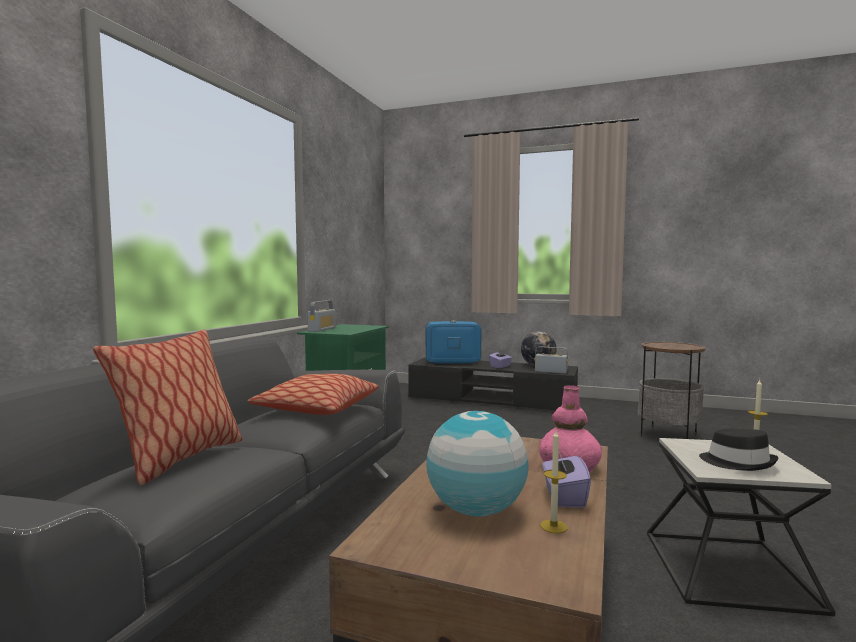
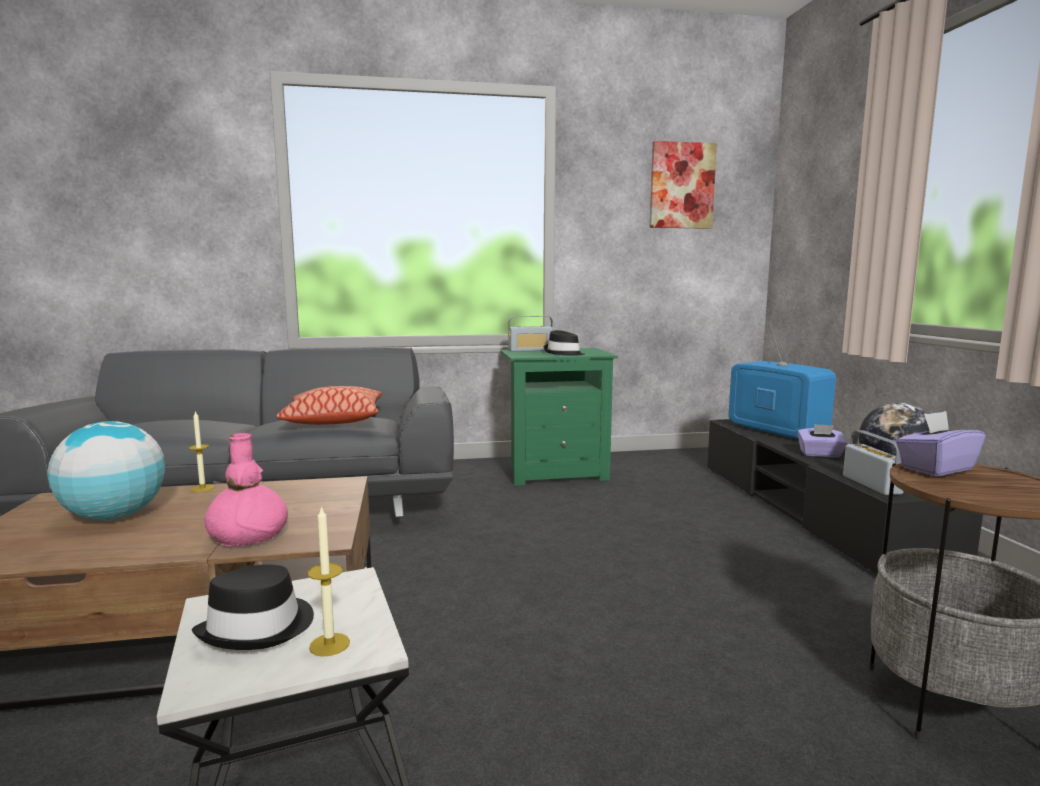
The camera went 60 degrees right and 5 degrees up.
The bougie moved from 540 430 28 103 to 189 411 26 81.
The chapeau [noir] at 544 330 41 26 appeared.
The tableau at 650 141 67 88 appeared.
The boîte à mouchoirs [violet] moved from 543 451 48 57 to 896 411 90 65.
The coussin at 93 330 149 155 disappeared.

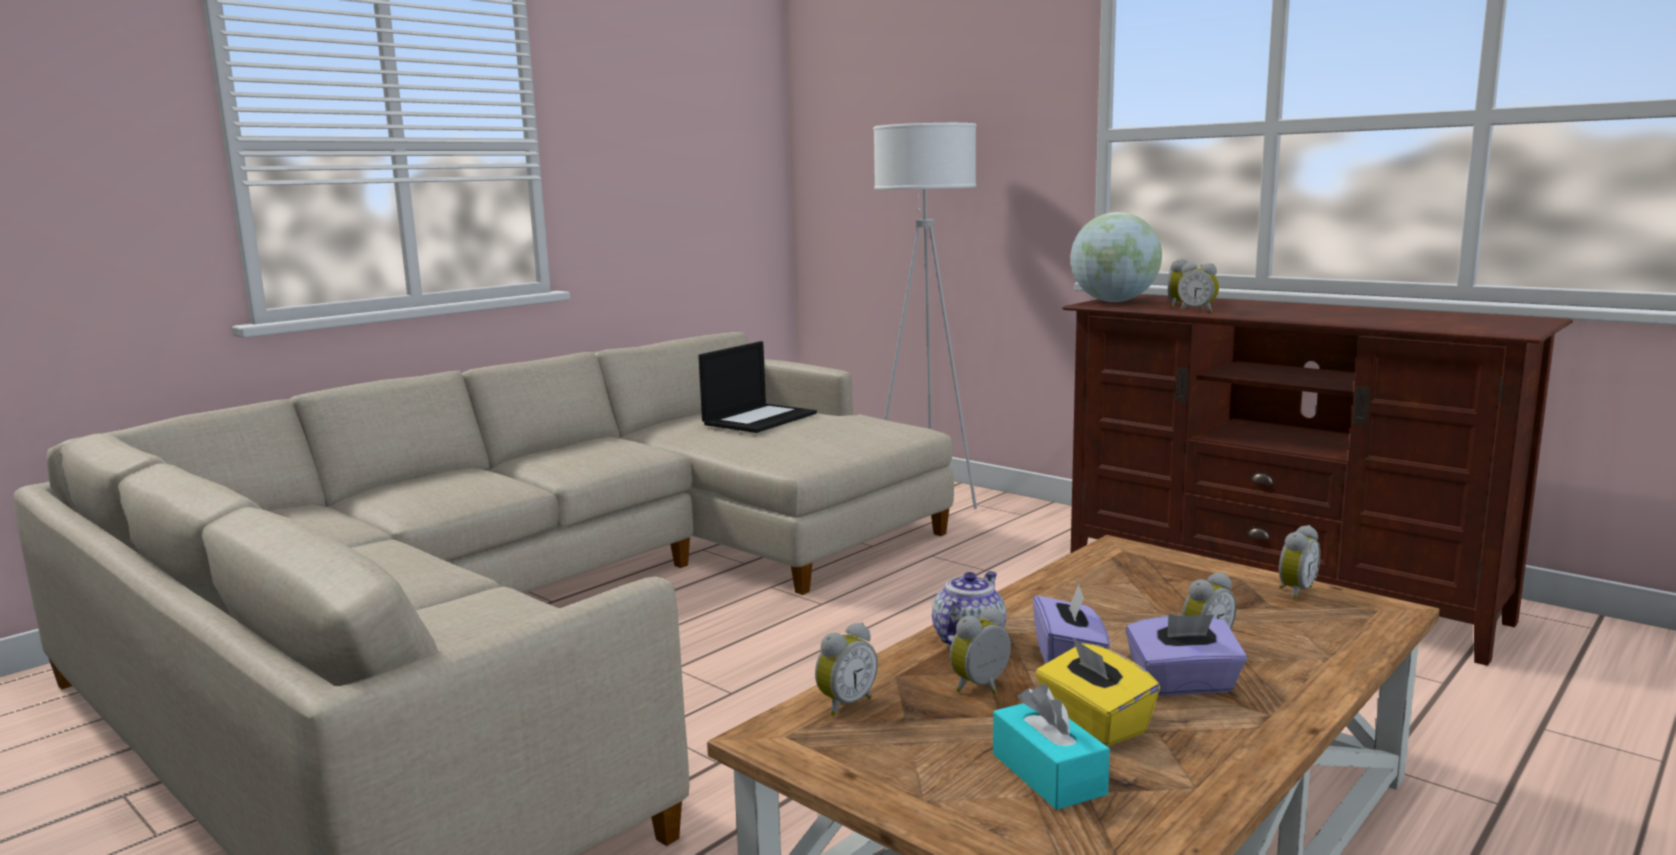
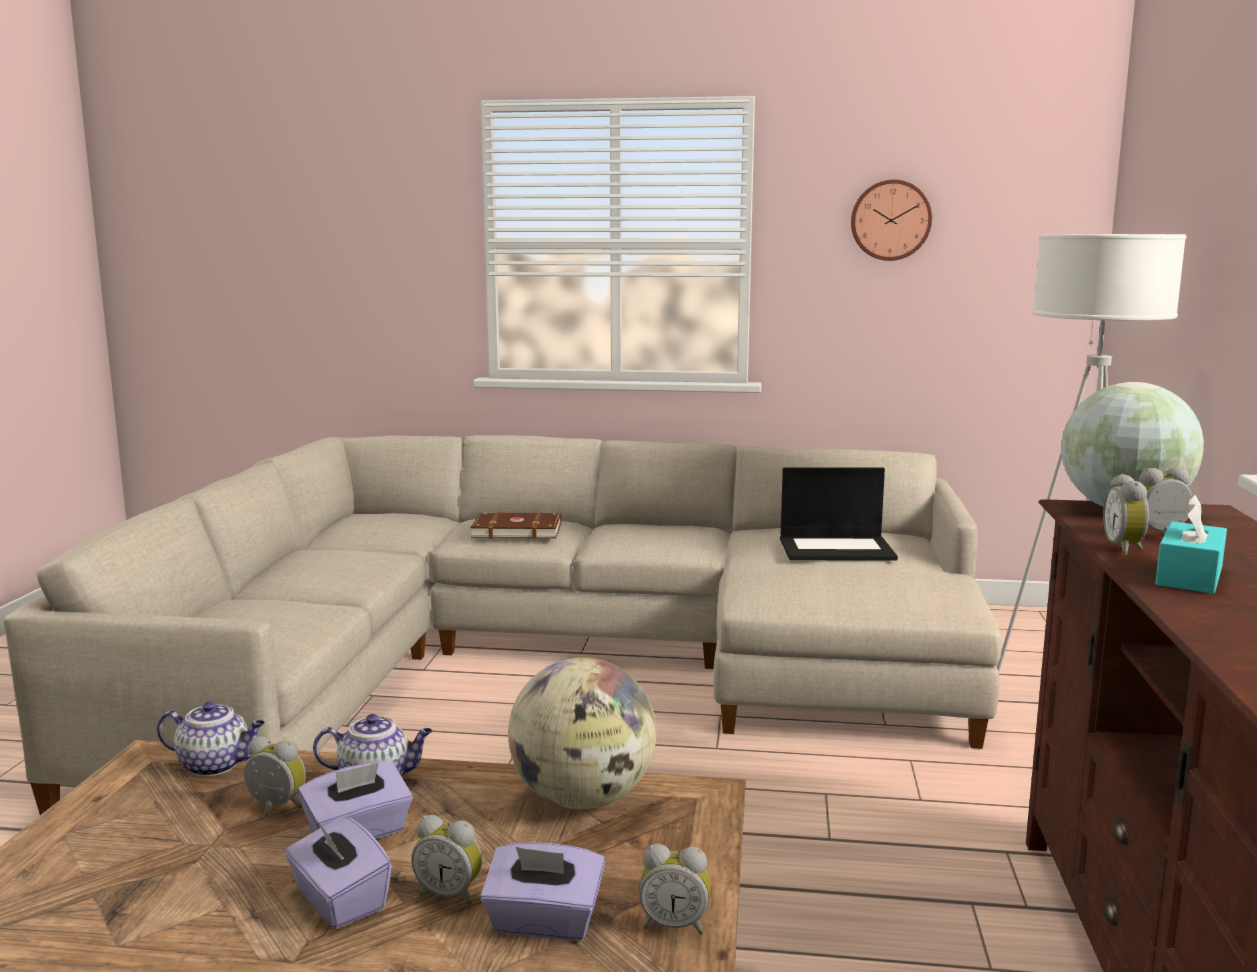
The camera went 55 degrees right and 0 degrees up.
The réveil at 815 622 63 94 was replaced by the théière at 157 701 108 75.
The livre [marron] at 471 512 90 27 appeared.
The boîte à mouchoirs [violet] at 480 843 125 98 appeared.
The globe at 508 657 148 152 appeared.
The horloge murale at 851 180 81 81 appeared.
The boîte à mouchoirs [turquoise] moved from 993 684 117 126 to 1155 494 72 100.
The boîte à mouchoirs [jaune] at 1036 638 124 108 disappeared.

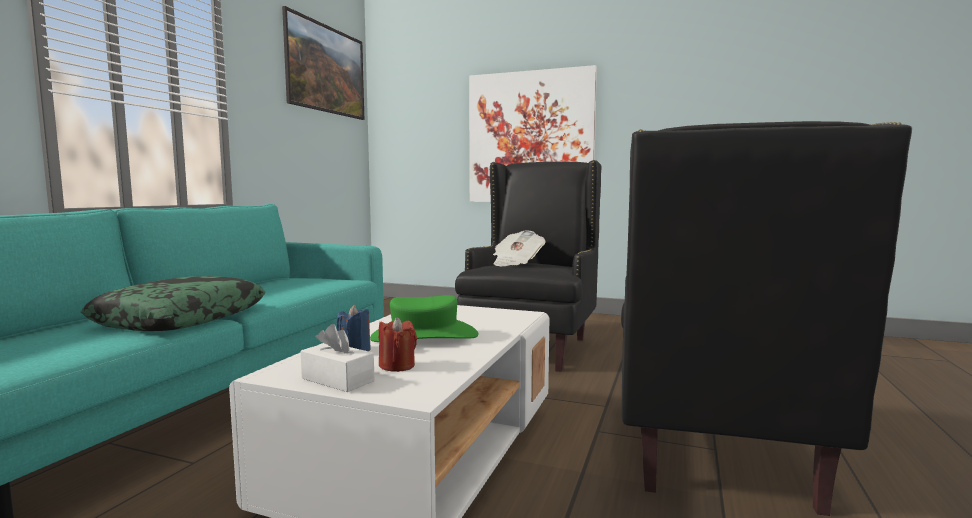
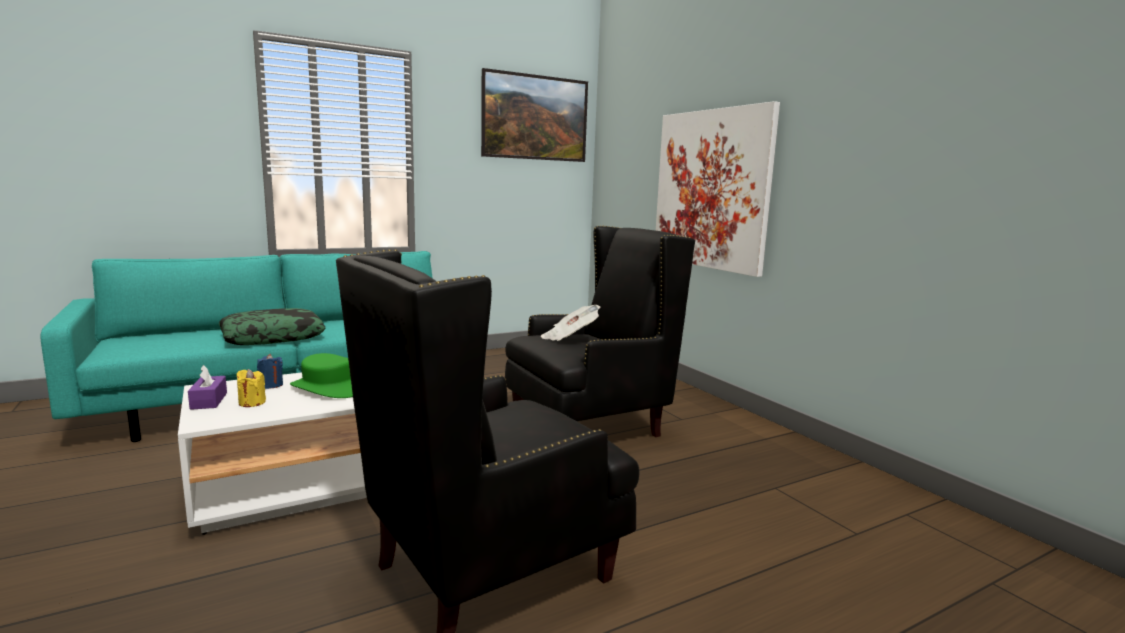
The camera went 40 degrees right and 5 degrees up.
The boîte à mouchoirs [blanc] at 301 324 74 68 became the boîte à mouchoirs [violet] at 188 365 39 45.
The bougie [rouge] at 379 317 38 55 became the bougie [jaune] at 237 369 29 38.

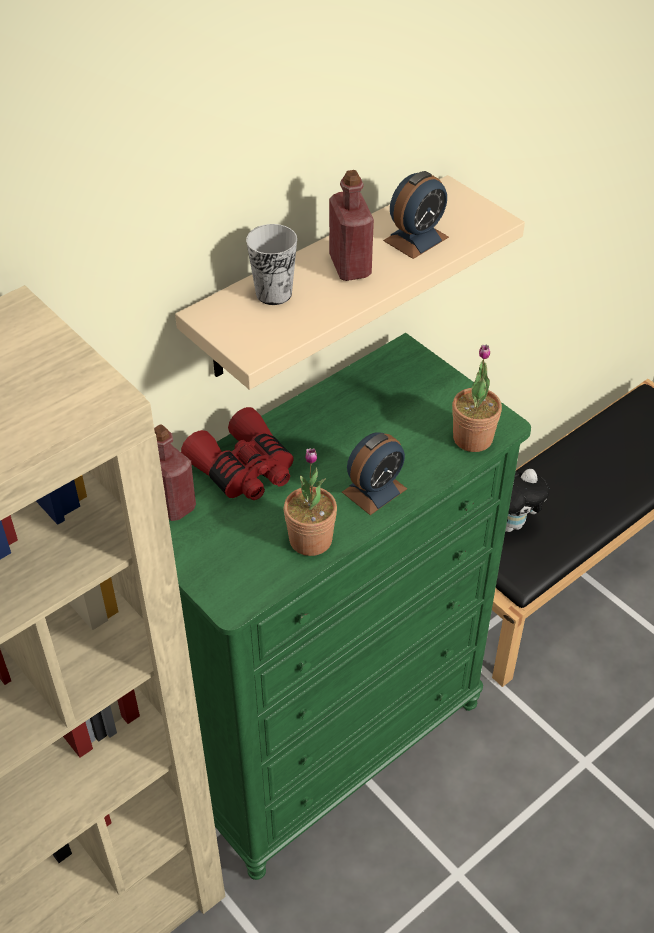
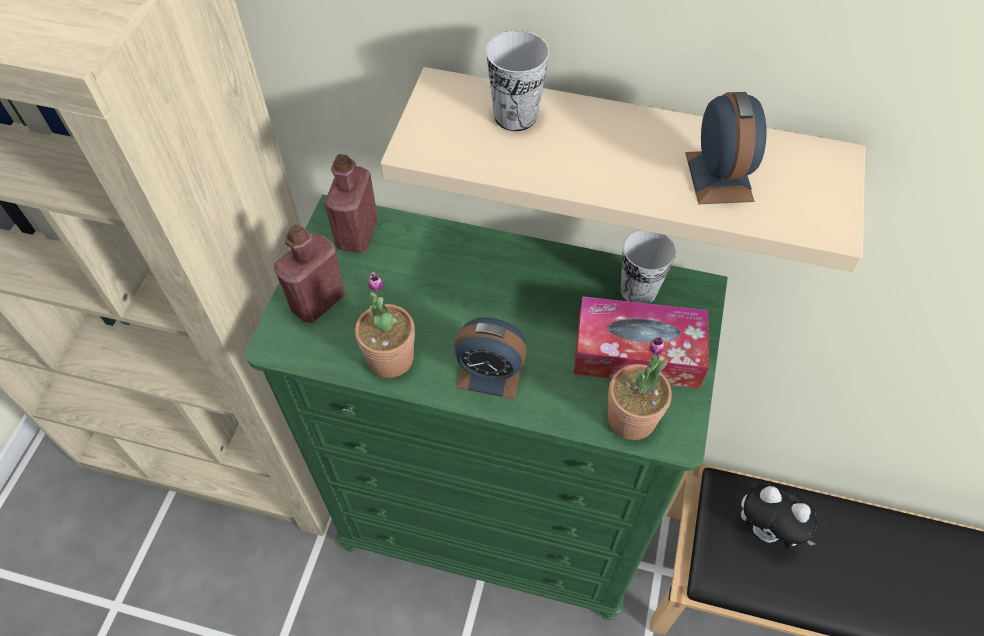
The camera went 55 degrees right and 10 degrees up.
The bouteille [rouge] moved from 329 170 45 111 to 274 224 71 99.
The boîte à mouchoirs at 574 296 135 93 appeared.
The tasse at 621 230 55 74 appeared.
The réveil at 383 171 66 88 turned 105 degrees counterclockwise.
The jumelles [rouge] at 181 407 113 93 disappeared.

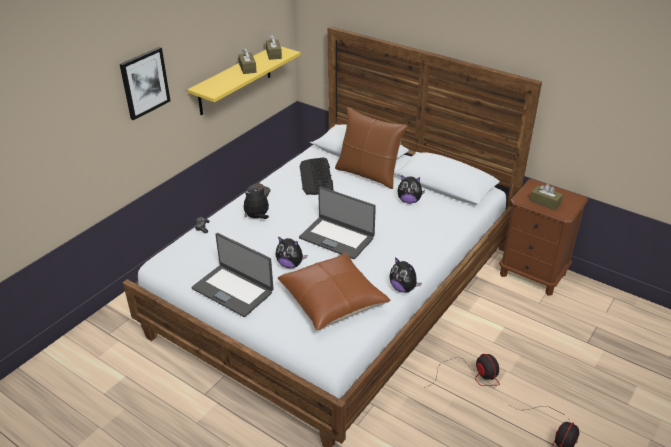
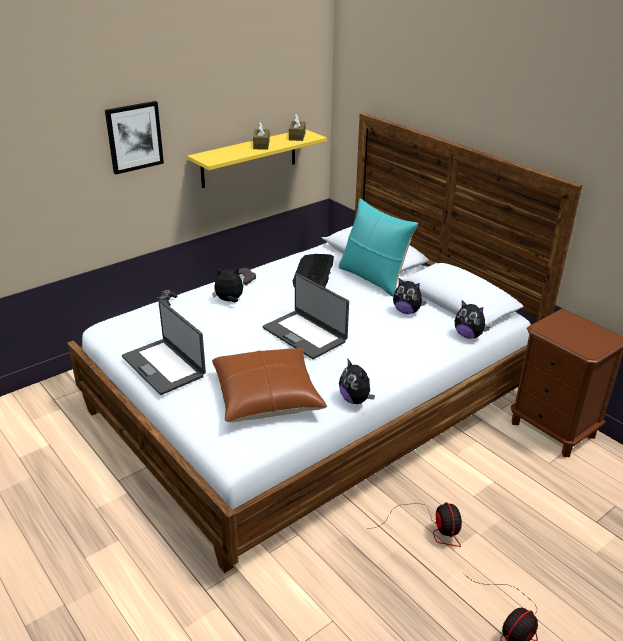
The camera went 15 degrees right and 5 degrees down.
The coussin [marron] at 335 107 72 82 became the coussin [turquoise] at 339 198 79 98.
The peluche moved from 275 237 32 31 to 455 300 35 39.
The boîte à mouchoirs [marron] at 530 184 33 26 disappeared.

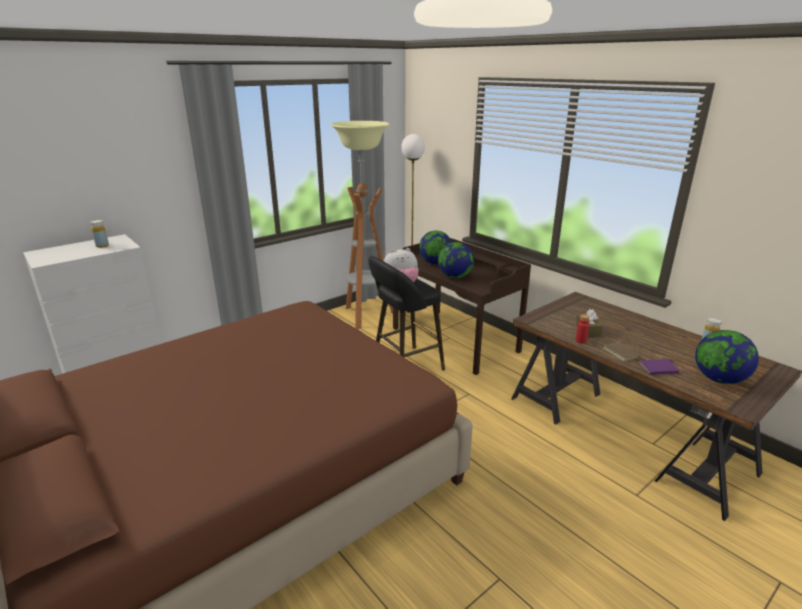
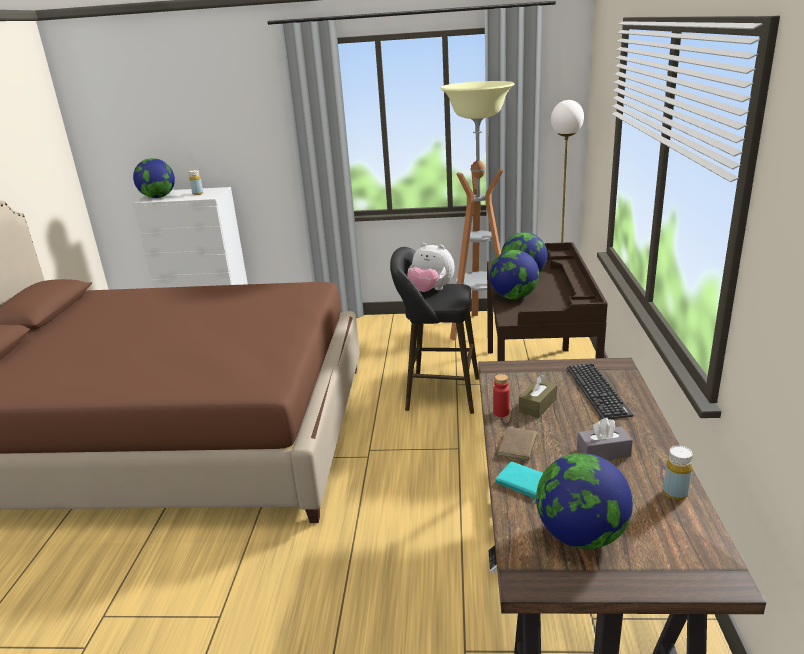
The camera went 45 degrees right and 0 degrees up.
The globe at 133 158 42 40 appeared.
The livre [violet] at 639 359 44 16 became the livre [turquoise] at 495 461 48 42.
The clavier at 567 363 66 56 appeared.
The boîte à mouchoirs [gris] at 577 418 56 42 appeared.

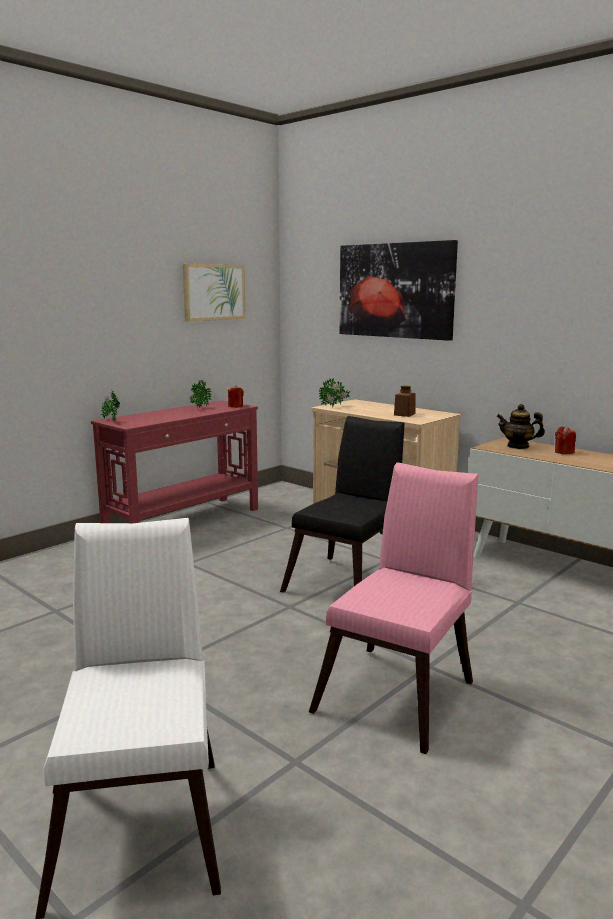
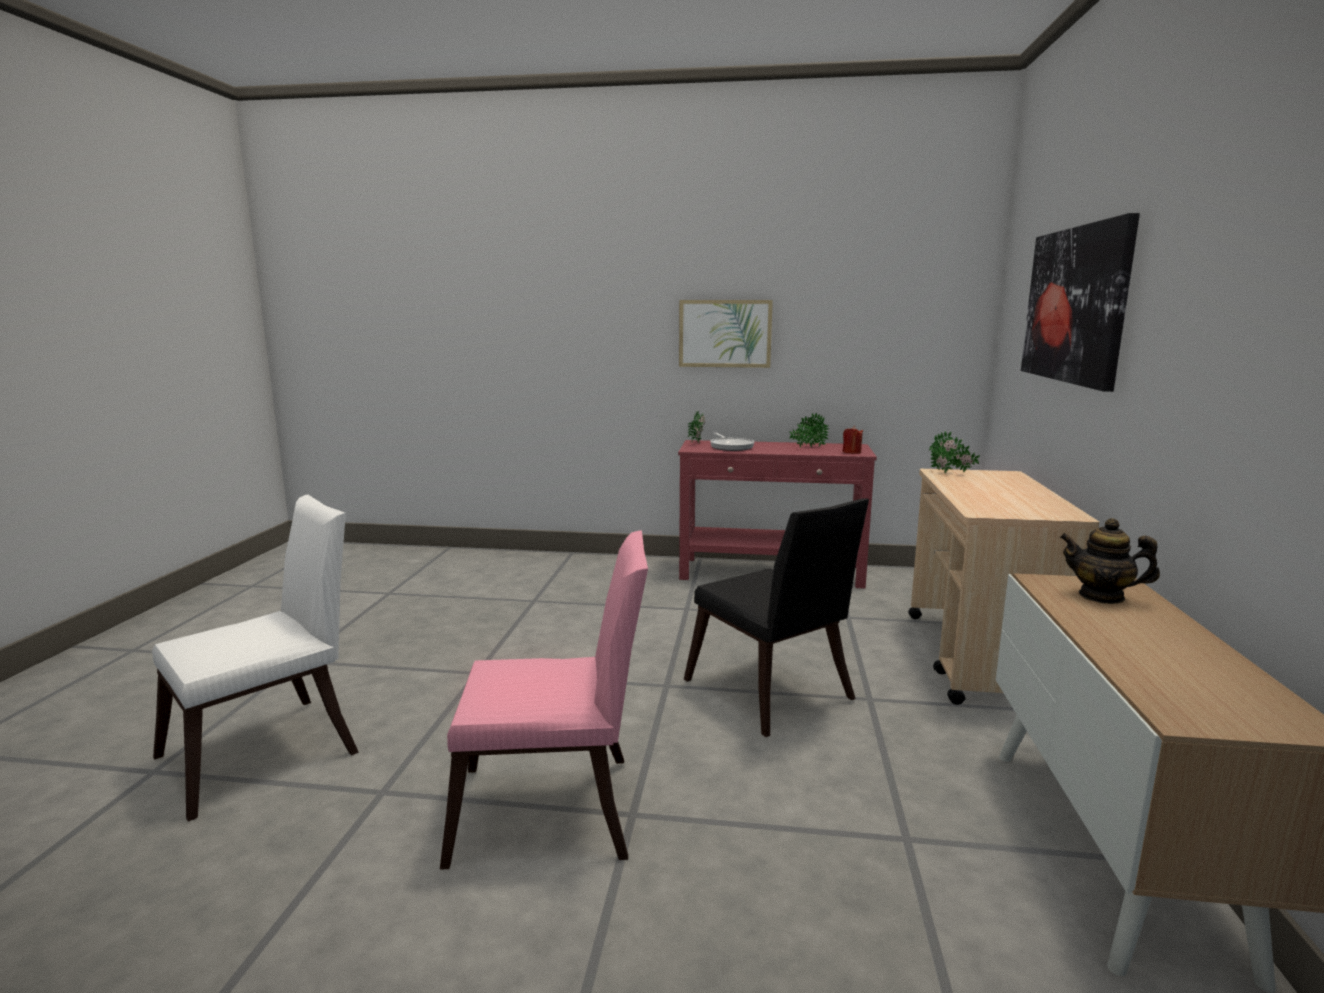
The camera went 55 degrees right and 0 degrees up.
The tableau moved from 183 264 63 57 to 679 300 94 68.
The chaise [noir] at 280 416 125 177 turned 60 degrees clockwise.
The poêle at 710 433 44 18 appeared.
The théière at 496 404 49 45 turned 45 degrees counterclockwise.
The bocal [marron] at 394 386 21 31 disappeared.
The bougie [rouge] at 555 426 21 28 disappeared.

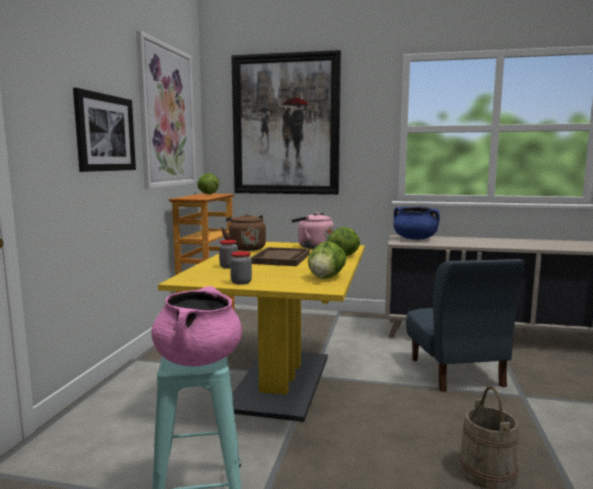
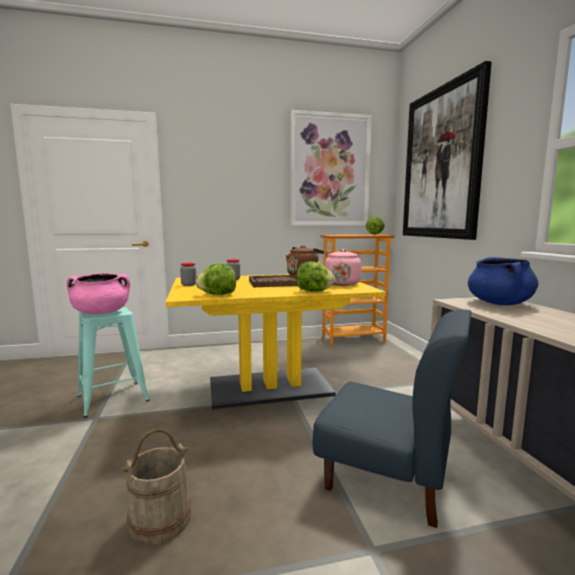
The camera went 65 degrees right and 0 degrees up.
The chaise [bleu] at 406 259 118 133 turned 120 degrees counterclockwise.
The tableau at 73 88 63 84 disappeared.

